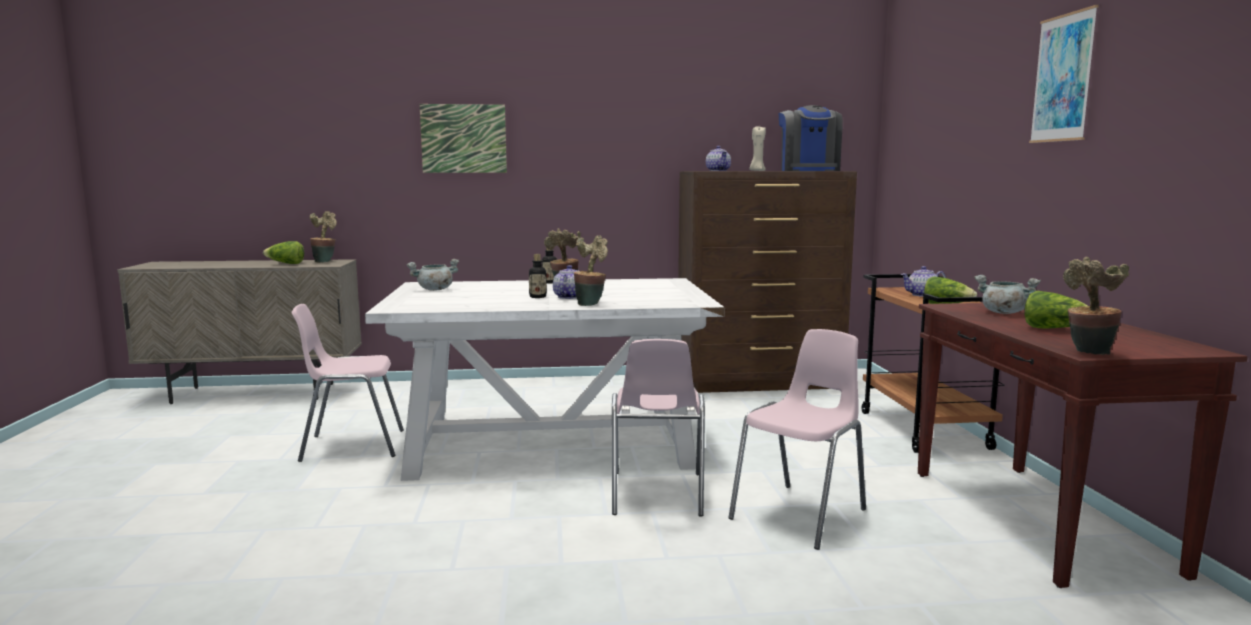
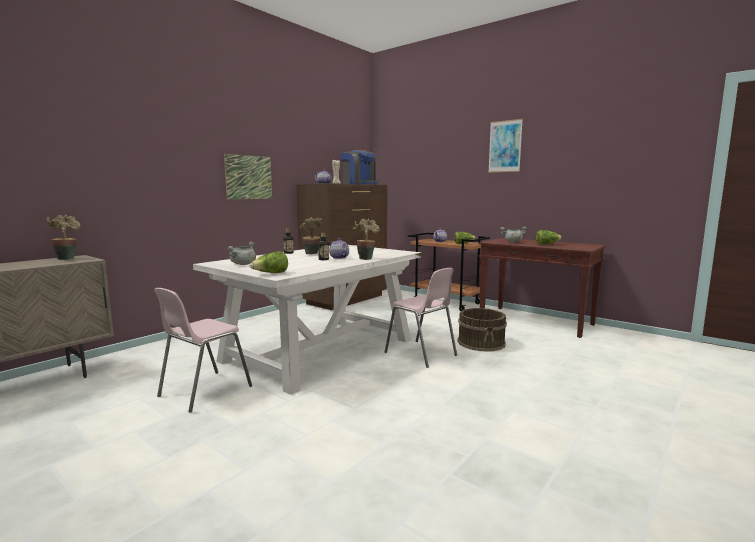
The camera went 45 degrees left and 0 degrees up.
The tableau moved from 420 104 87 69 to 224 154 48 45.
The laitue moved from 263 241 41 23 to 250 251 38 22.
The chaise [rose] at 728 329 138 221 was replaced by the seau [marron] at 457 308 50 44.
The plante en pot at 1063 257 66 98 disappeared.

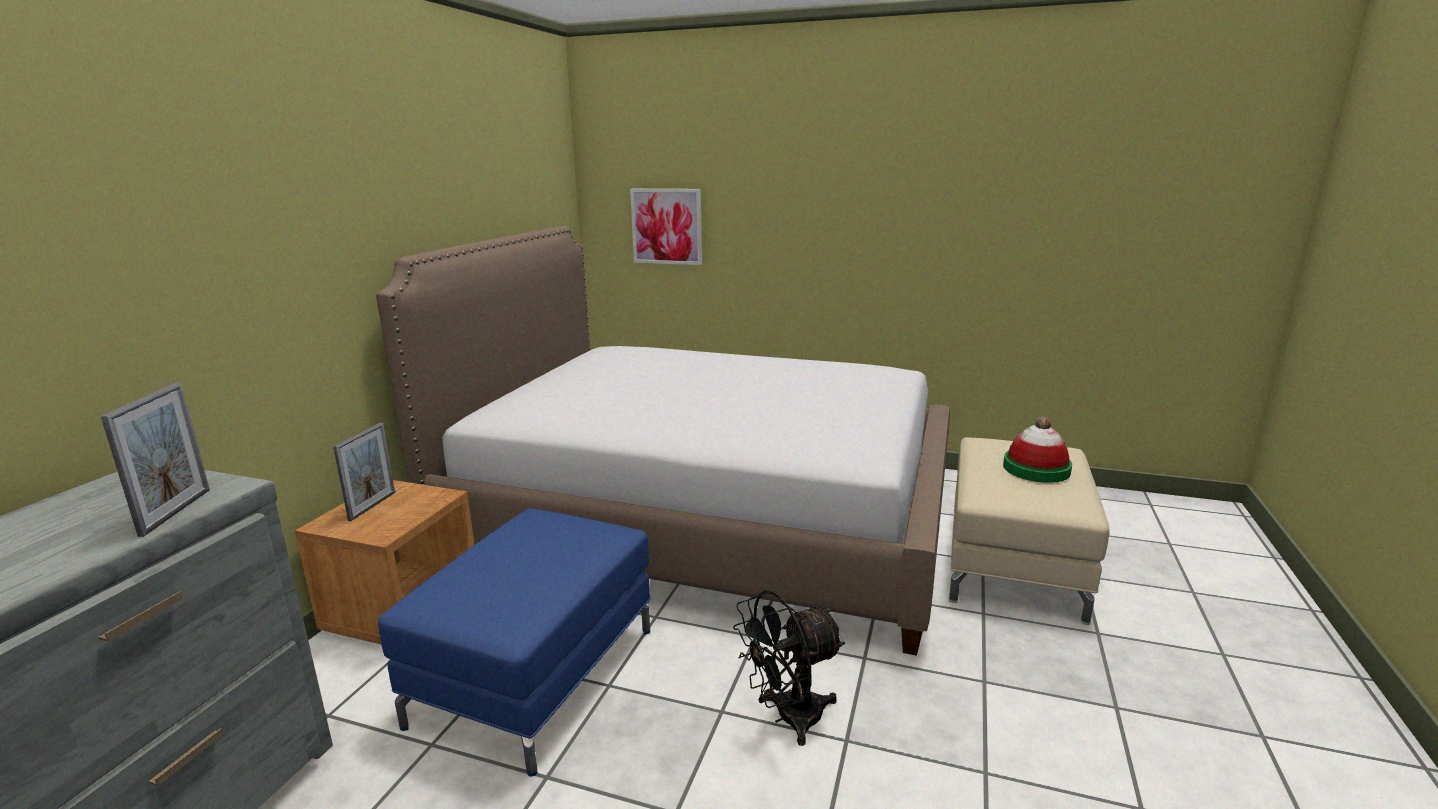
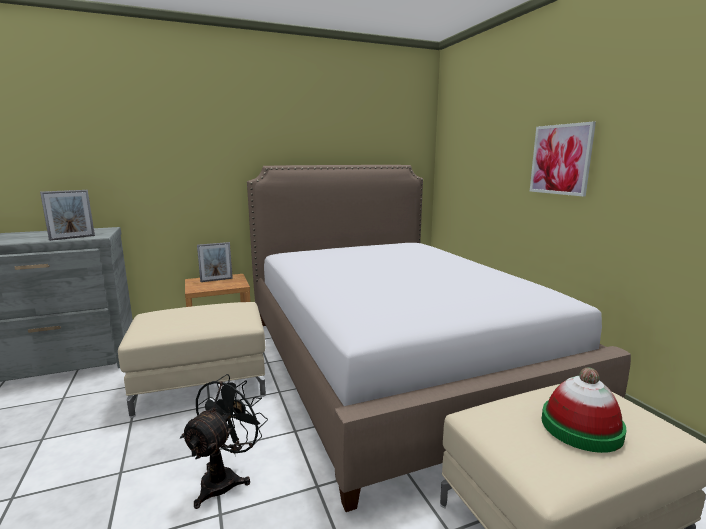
The camera went 50 degrees right and 5 degrees down.
The pouf [bleu] at 378 508 273 269 became the pouf [beige] at 118 302 148 116.
The ventilateur [noir] at 733 590 112 156 turned 90 degrees clockwise.
The tableau moved from 630 189 72 76 to 530 122 66 74.

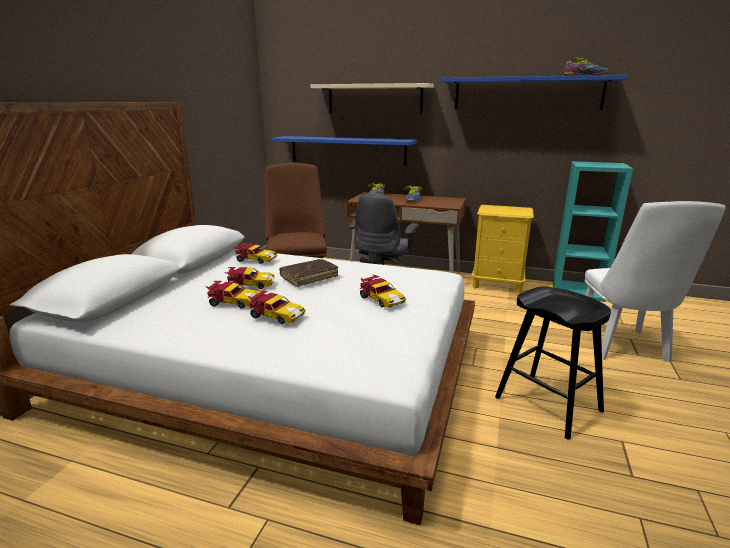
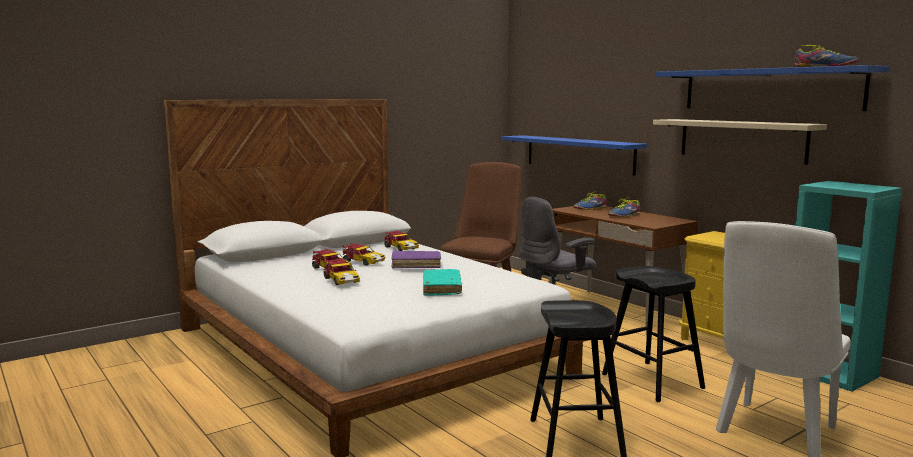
The camera went 35 degrees right and 10 degrees down.
The livre [marron] at 279 259 59 28 became the livre [violet] at 391 251 50 18.
The petite voiture at 360 275 46 33 was replaced by the livre [turquoise] at 423 269 39 27.
The tabouret [noir] at 602 266 103 136 appeared.
The étagère [beige] moved from 310 83 124 31 to 653 119 174 45.

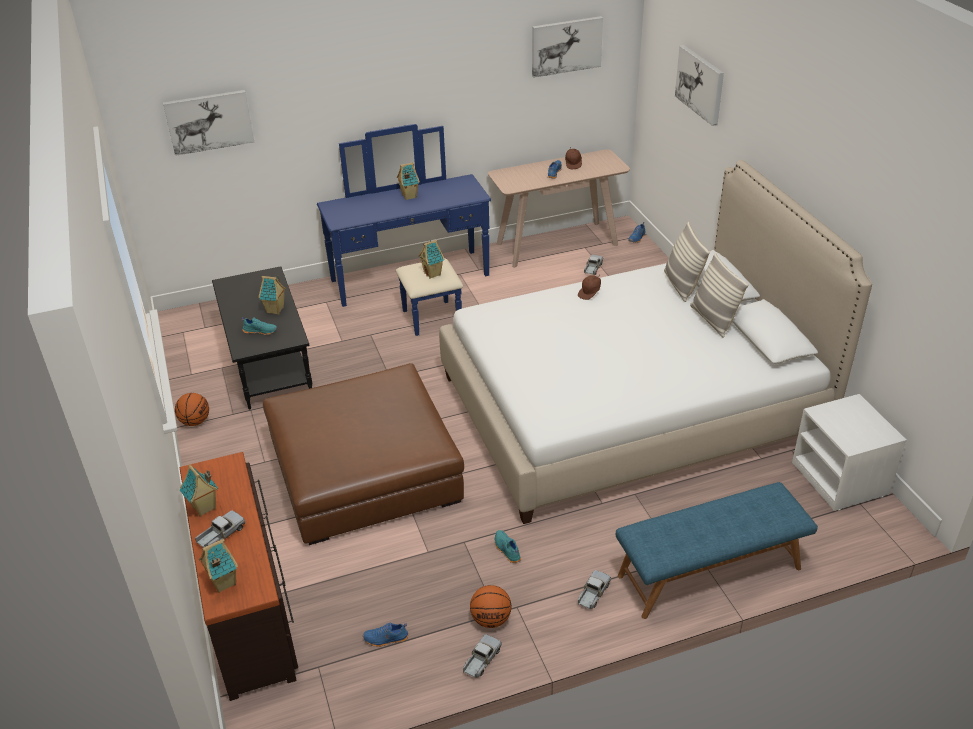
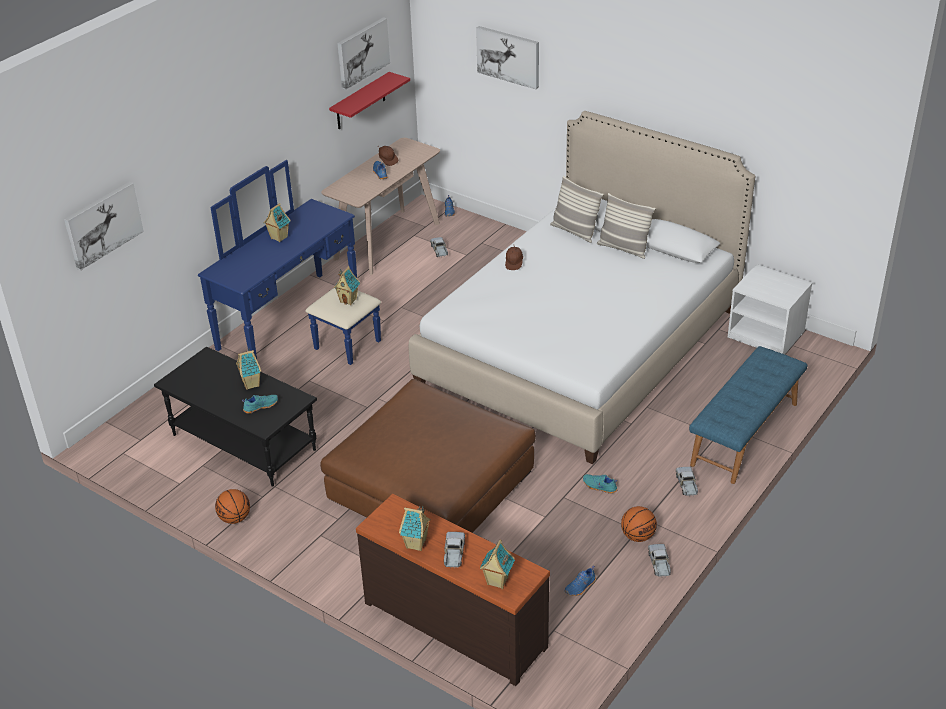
The camera went 35 degrees left and 0 degrees up.
The étagère [rouge] at 329 72 81 57 appeared.

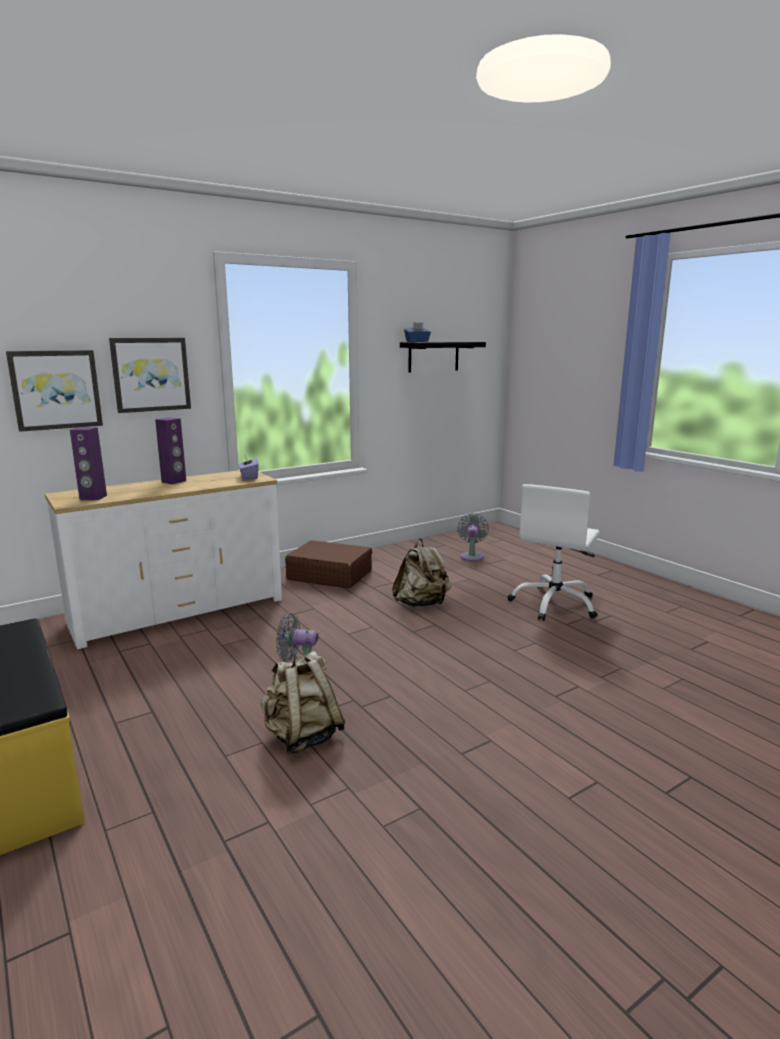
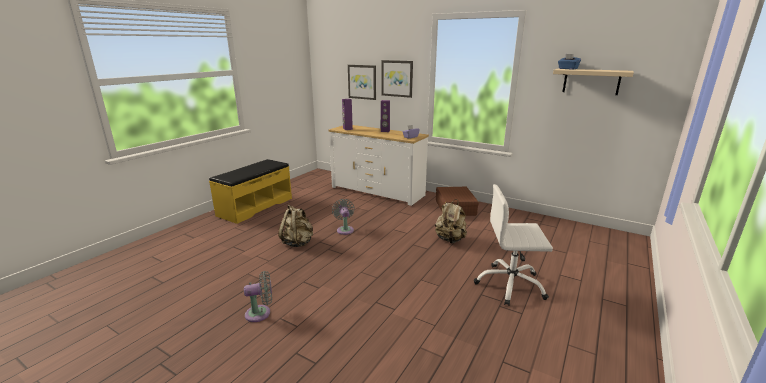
The camera went 65 degrees right and 5 degrees up.
The ventilateur [gris] moved from 457 513 32 48 to 244 271 28 51.
The étagère [noir] at 400 342 86 31 became the étagère [beige] at 553 69 81 26.

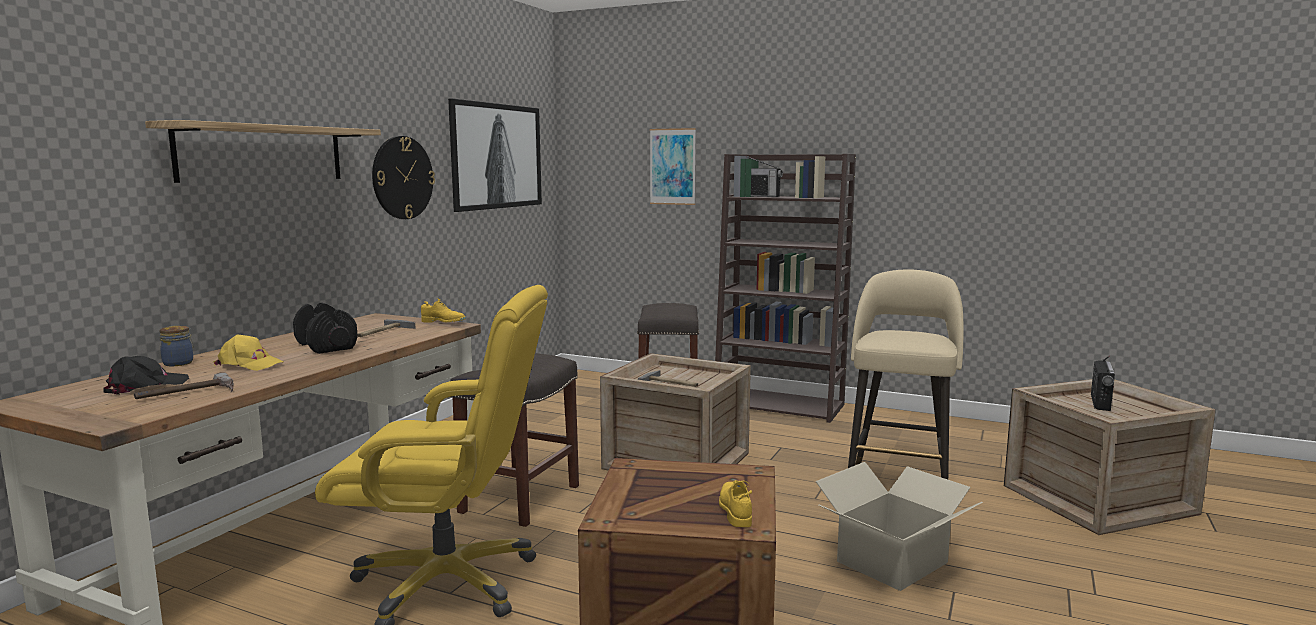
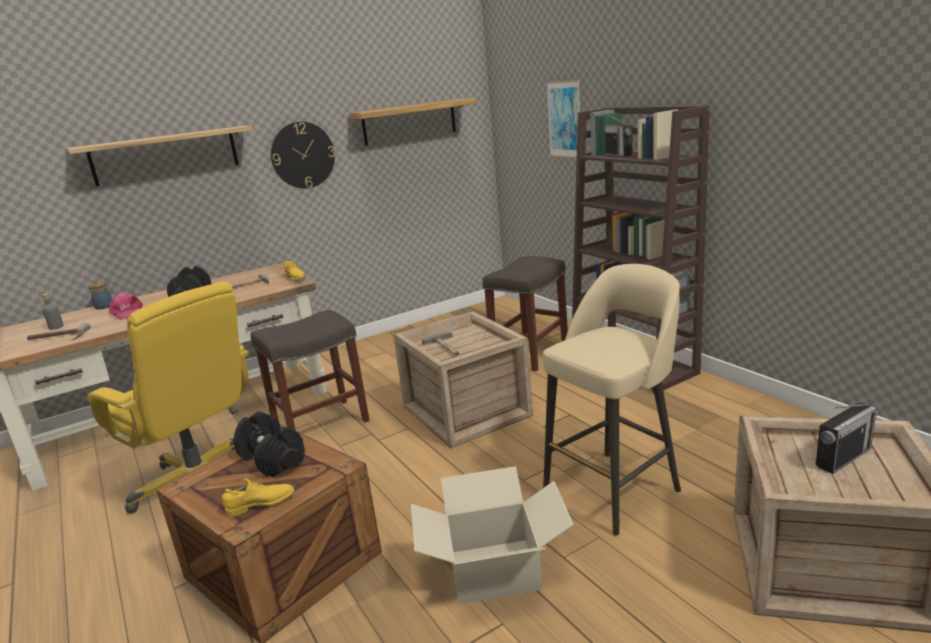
The camera went 35 degrees right and 10 degrees up.
The casquette [noir] at 103 356 86 38 was replaced by the bouteille [gris] at 42 294 22 36.
The casquette [jaune] at 213 334 71 37 became the casquette [rose] at 109 292 34 28.
The chaussure [jaune] at 719 480 33 47 turned 45 degrees clockwise.
The haltère [noir] at 233 412 72 65 appeared.
The tableau at 448 98 94 114 was replaced by the étagère at 349 98 127 48.

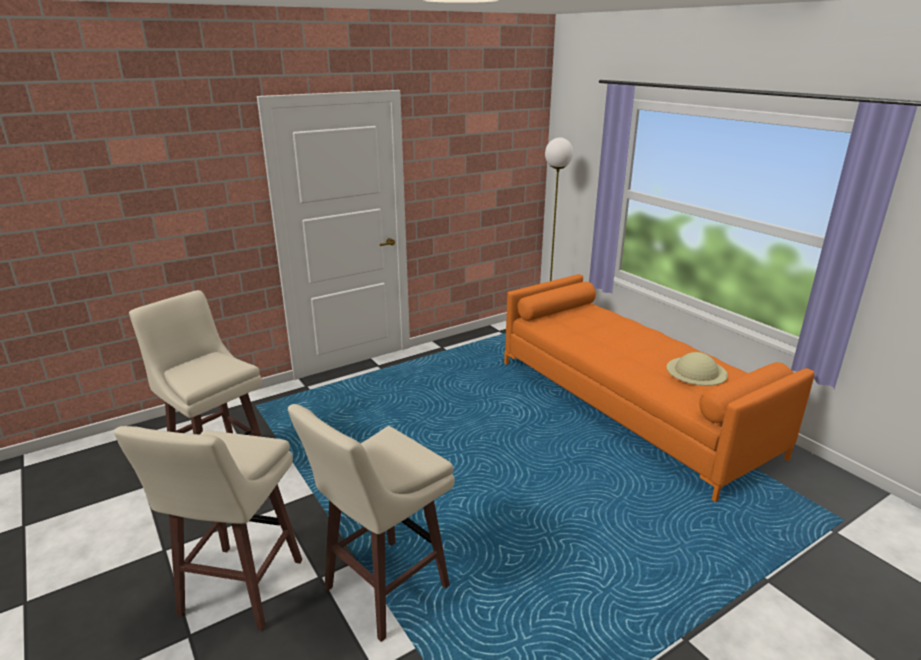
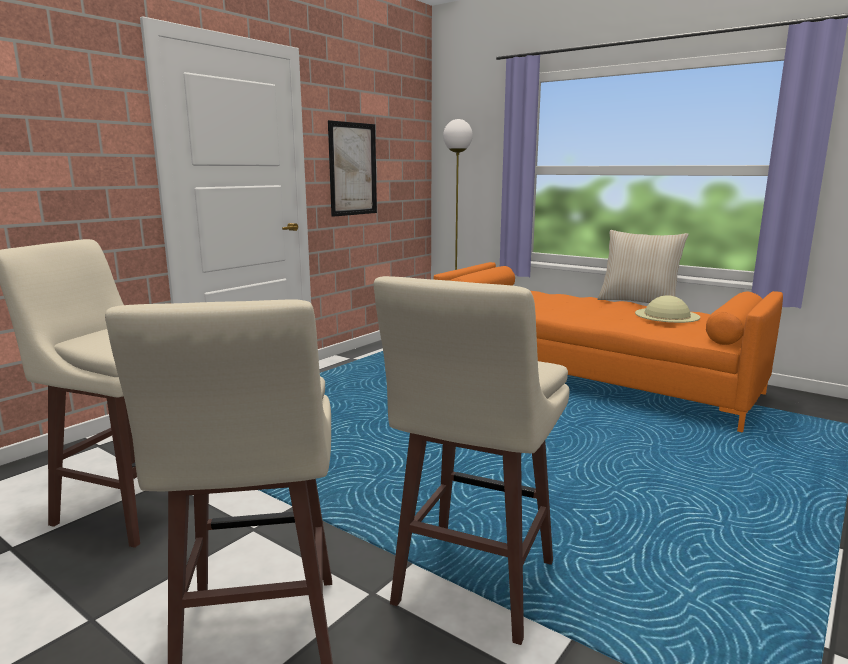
The camera went 20 degrees left and 10 degrees down.
The tableau at 328 120 49 97 appeared.
The coussin [beige] at 597 230 92 73 appeared.

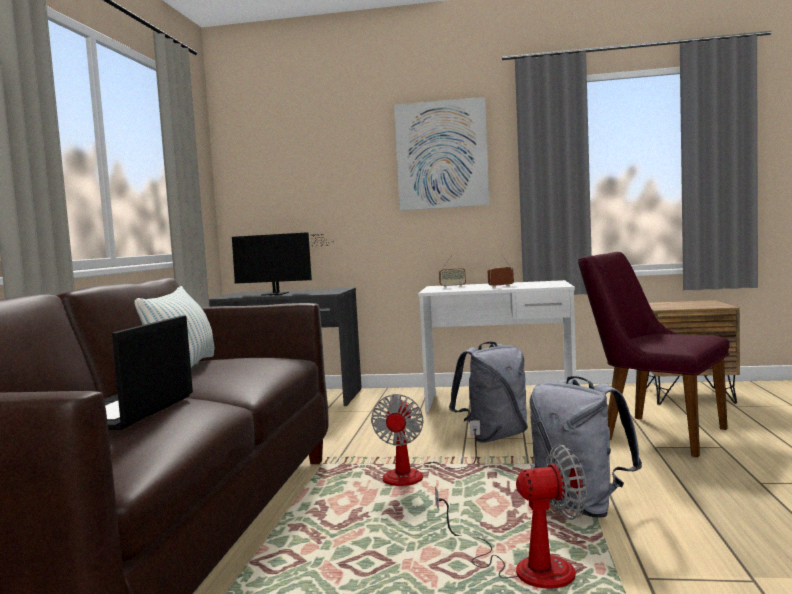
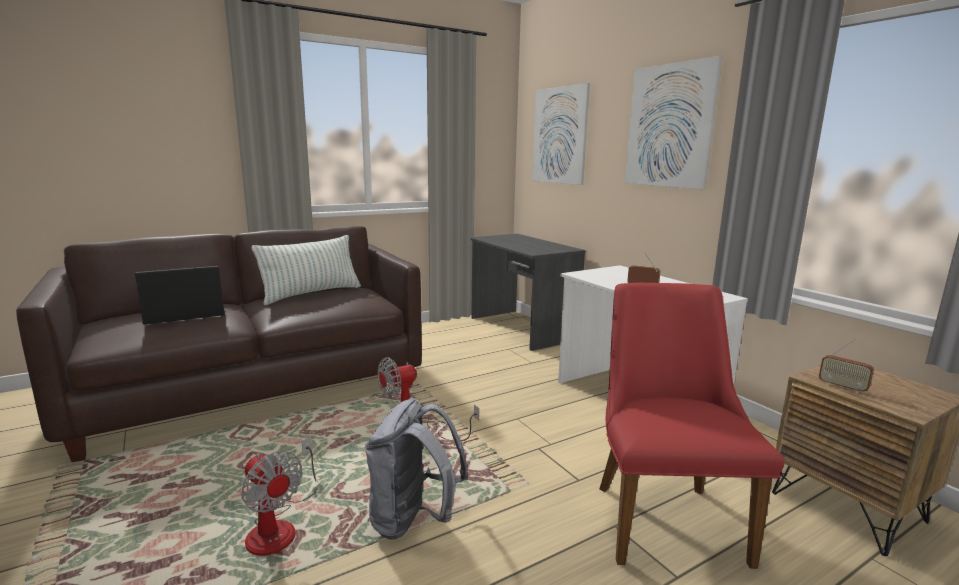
The camera went 50 degrees right and 10 degrees up.
The tableau at 532 83 58 102 appeared.
The chaise [violet] at 578 252 152 205 became the chaise [rouge] at 599 283 186 286.
The radio moved from 439 255 27 33 to 819 339 55 54.
The écran d'ordinateur at 232 232 100 64 disappeared.
The sac à dos [gris] at 449 341 79 102 disappeared.

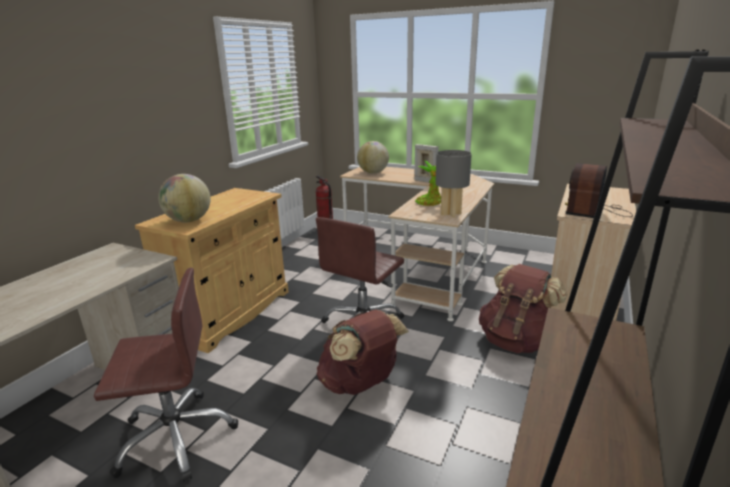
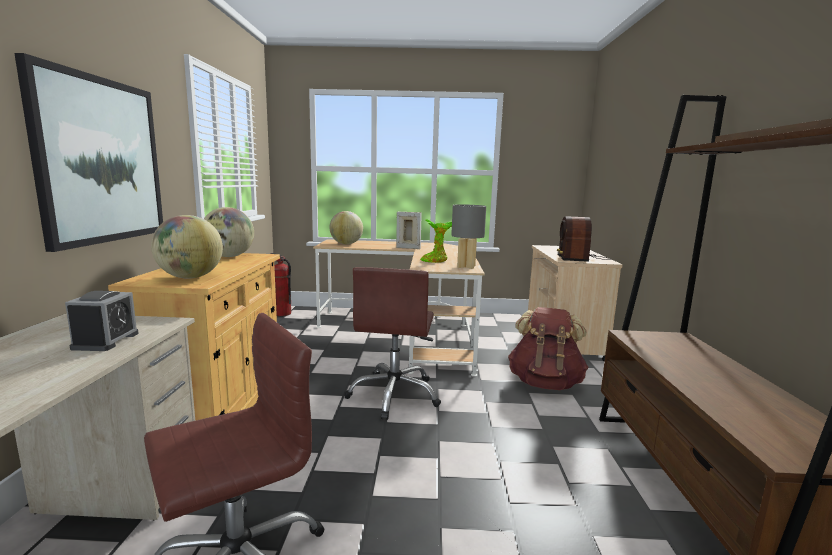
The camera went 25 degrees left and 10 degrees down.
The tableau at 14 53 149 199 appeared.
The réveil at 65 291 74 60 appeared.
The globe at 204 207 50 50 appeared.
The sac à dos [marron] at 316 310 93 85 disappeared.

